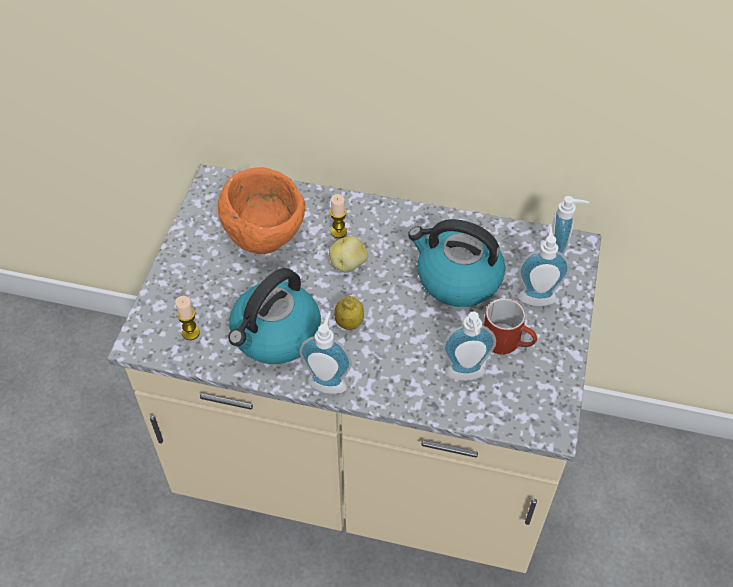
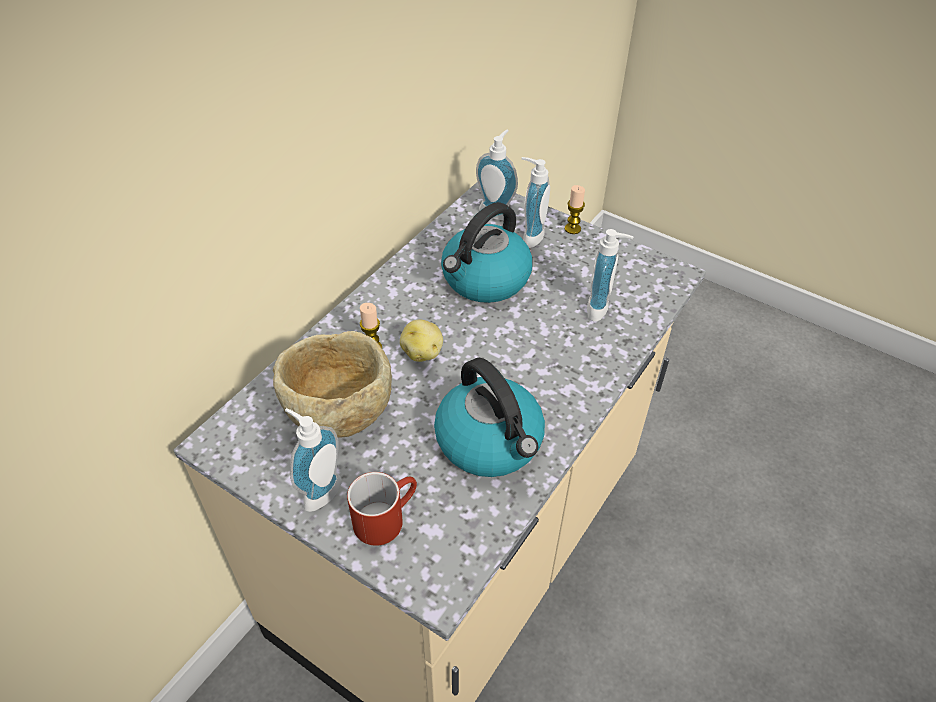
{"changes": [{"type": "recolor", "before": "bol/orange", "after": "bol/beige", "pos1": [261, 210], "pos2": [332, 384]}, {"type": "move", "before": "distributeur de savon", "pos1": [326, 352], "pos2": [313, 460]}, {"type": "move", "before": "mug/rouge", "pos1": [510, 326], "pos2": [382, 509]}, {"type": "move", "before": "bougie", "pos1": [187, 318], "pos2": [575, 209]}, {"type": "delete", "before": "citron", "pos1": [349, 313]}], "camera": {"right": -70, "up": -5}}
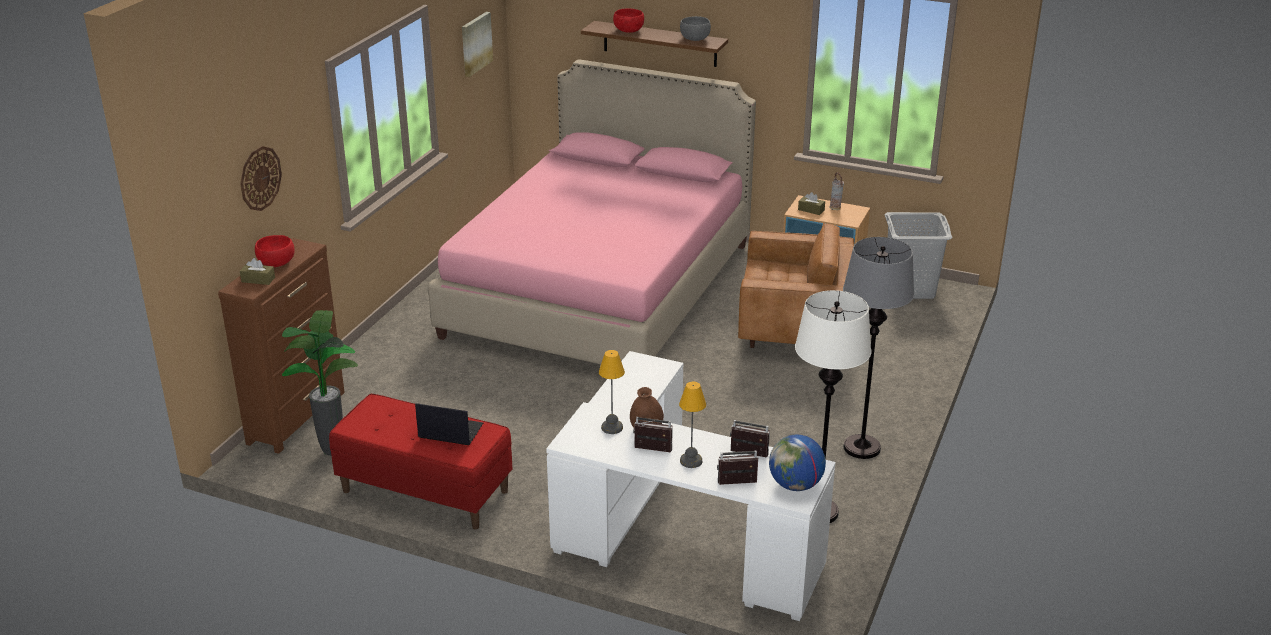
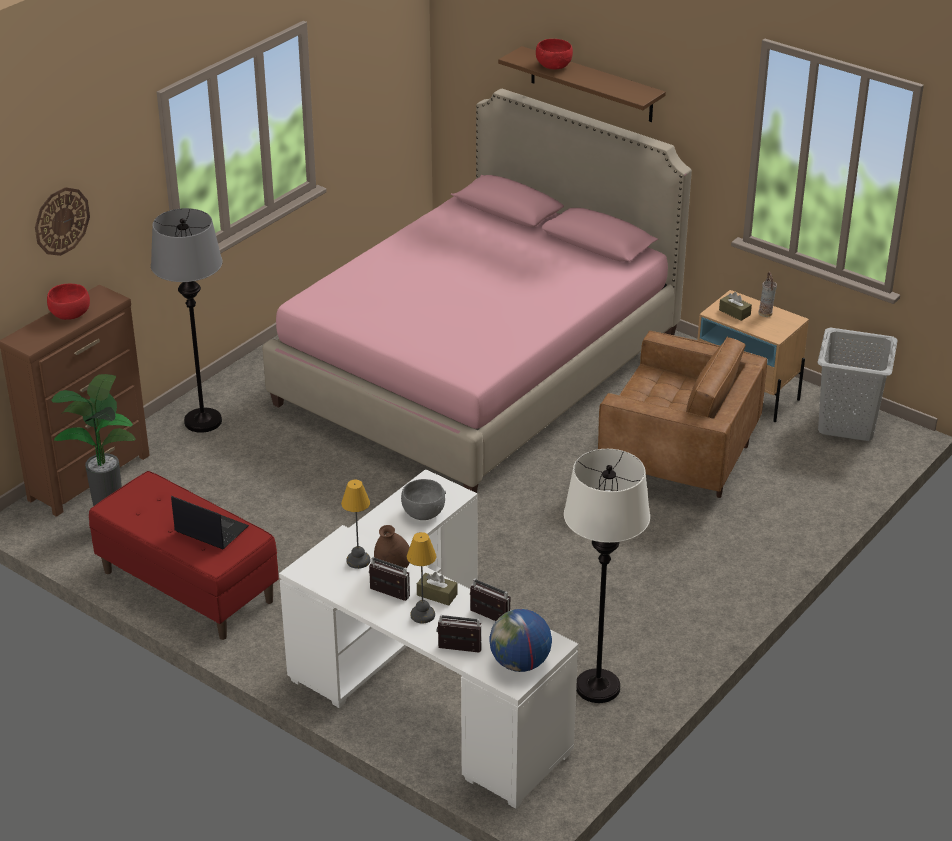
{"changes": [{"type": "move", "before": "lampadaire/gris", "pos1": [879, 348], "pos2": [186, 320]}, {"type": "move", "before": "bol/gris", "pos1": [695, 28], "pos2": [423, 499]}, {"type": "move", "before": "boîte à mouchoirs/marron", "pos1": [257, 271], "pos2": [437, 589]}, {"type": "delete", "before": "tableau", "pos1": [477, 44]}], "camera": {"right": 15, "up": 5}}
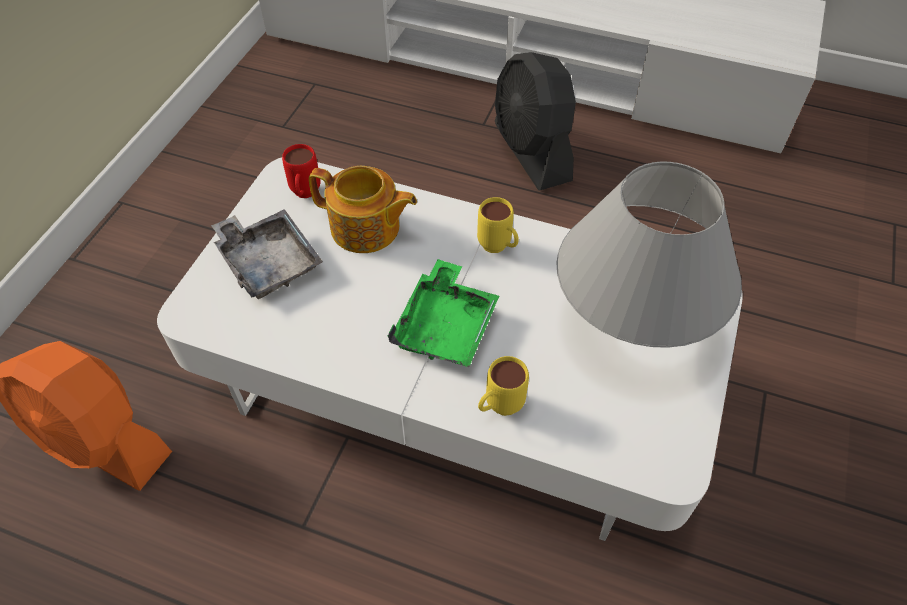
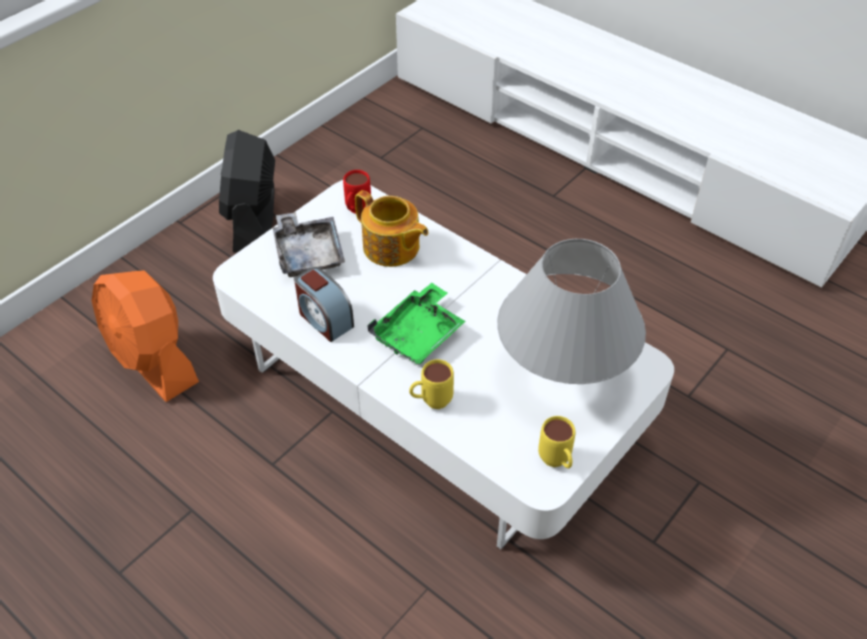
{"changes": [{"type": "move", "before": "ventilateur/noir", "pos1": [535, 121], "pos2": [247, 191]}, {"type": "insert", "after": "réveil", "pos2": [324, 304]}, {"type": "move", "before": "mug/jaune", "pos1": [498, 225], "pos2": [557, 442]}], "camera": {"right": 20, "up": -5}}
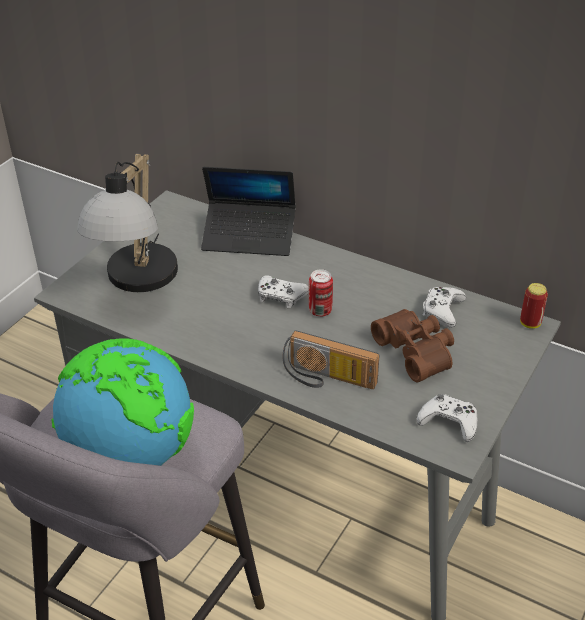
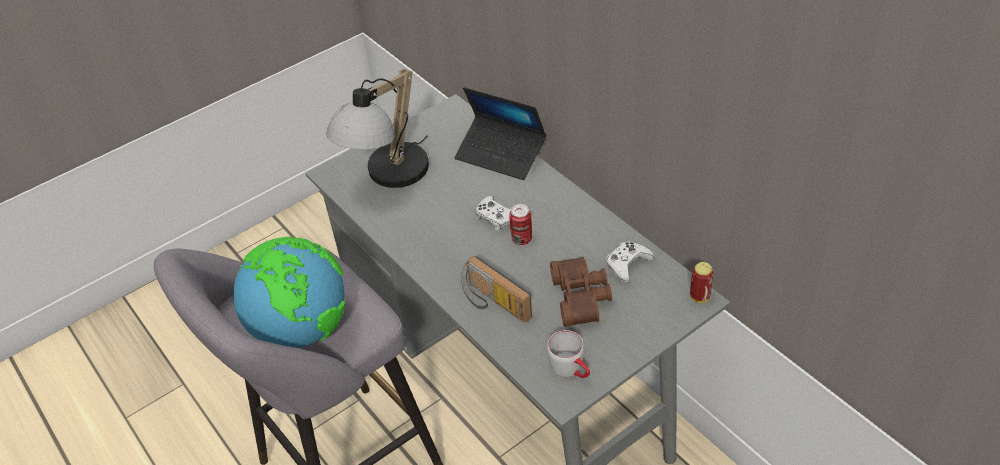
{"changes": [{"type": "replace", "before": "manette/blanc", "after": "mug/gris", "pos1": [447, 418], "pos2": [568, 354]}], "camera": {"right": 25, "up": 5}}
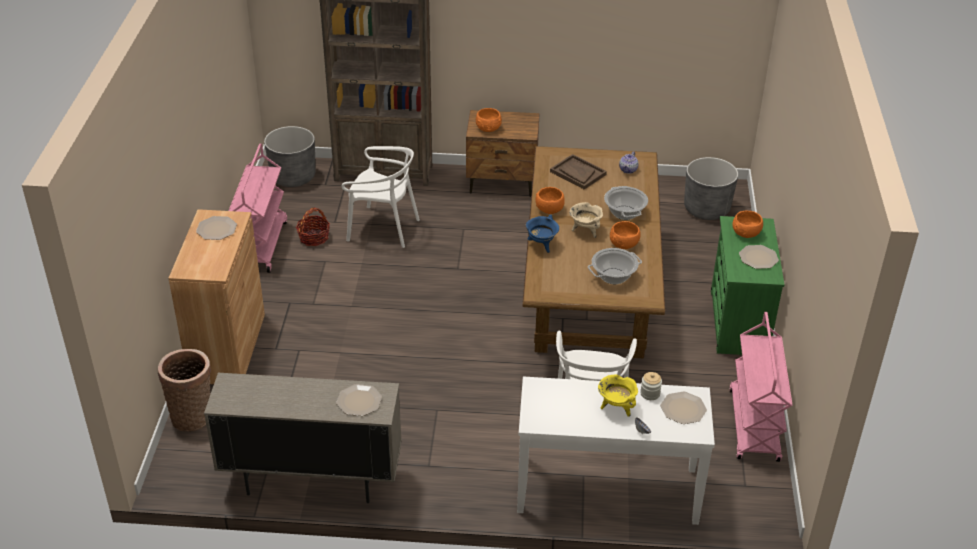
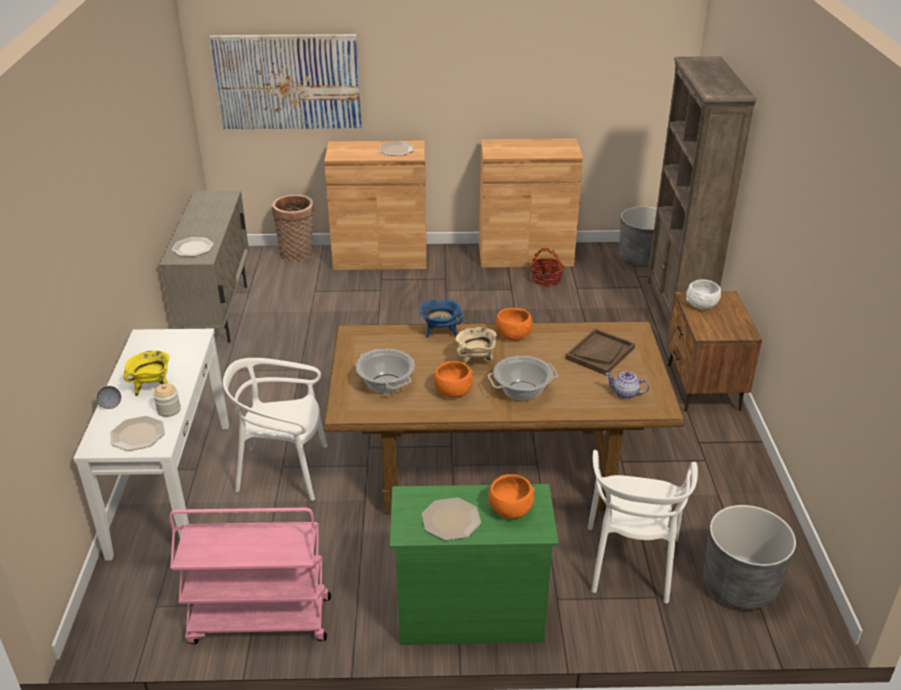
{"changes": [{"type": "insert", "after": "tableau", "pos2": [286, 81]}, {"type": "replace", "before": "chariot/rose", "after": "meuble de rangement/marron", "pos1": [258, 208], "pos2": [531, 203]}, {"type": "move", "before": "chaise/blanc", "pos1": [380, 197], "pos2": [643, 526]}, {"type": "recolor", "before": "bol/orange", "after": "bol/blanc", "pos1": [489, 120], "pos2": [703, 294]}], "camera": {"right": 85, "up": -5}}
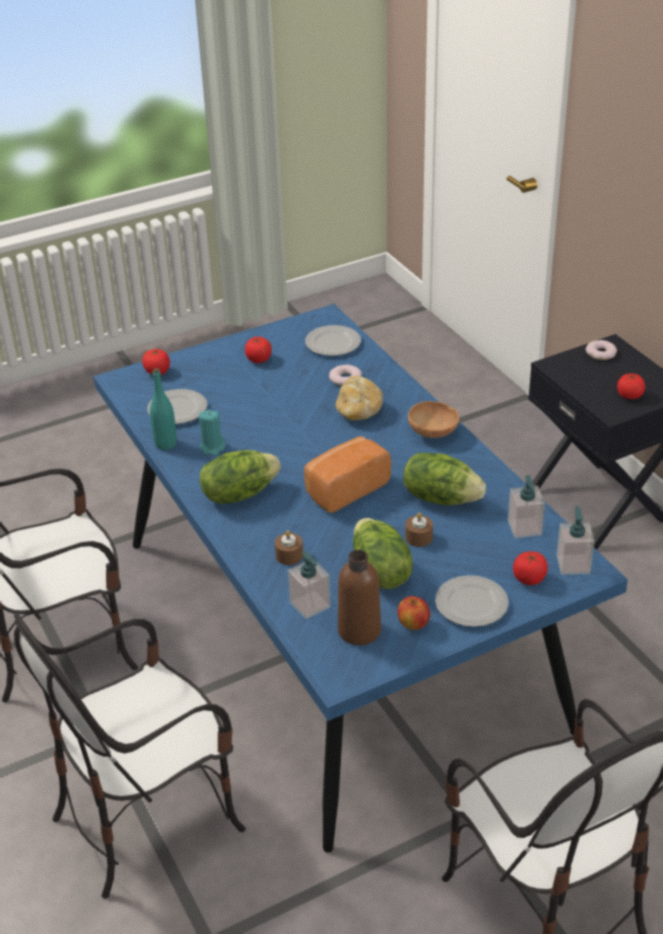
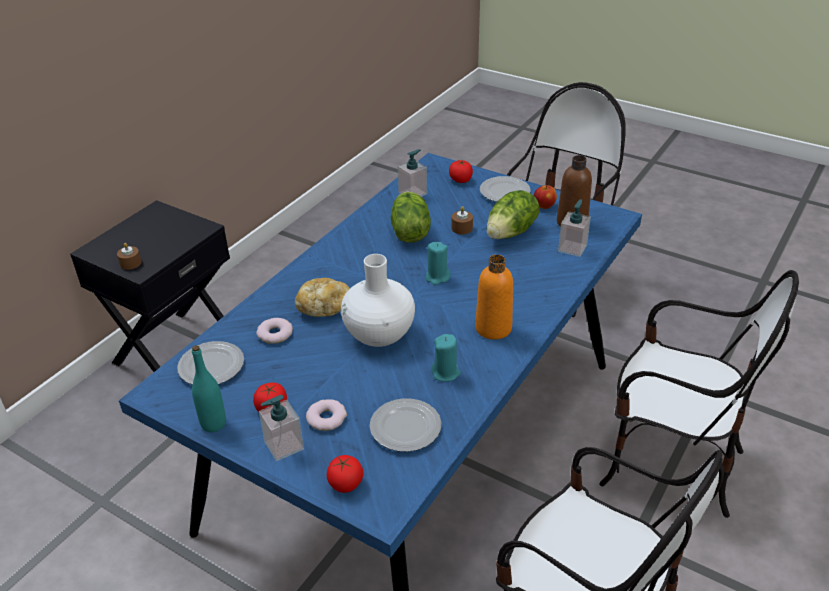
{"changes": [{"type": "move", "before": "bougie/marron", "pos1": [289, 547], "pos2": [129, 256]}, {"type": "move", "before": "bouteille/turquoise", "pos1": [163, 409], "pos2": [209, 388]}, {"type": "move", "before": "distributeur de savon", "pos1": [576, 540], "pos2": [281, 428]}, {"type": "move", "before": "beignet", "pos1": [601, 350], "pos2": [326, 415]}, {"type": "insert", "after": "vase/blanc", "pos2": [378, 300]}, {"type": "replace", "before": "pain", "after": "bougie/turquoise", "pos1": [347, 474], "pos2": [438, 263]}, {"type": "replace", "before": "laitue", "after": "bouteille/orange", "pos1": [240, 477], "pos2": [494, 297]}, {"type": "delete", "before": "bol/marron", "pos1": [433, 419]}, {"type": "delete", "before": "tomate", "pos1": [631, 386]}], "camera": {"right": -120, "up": 0}}
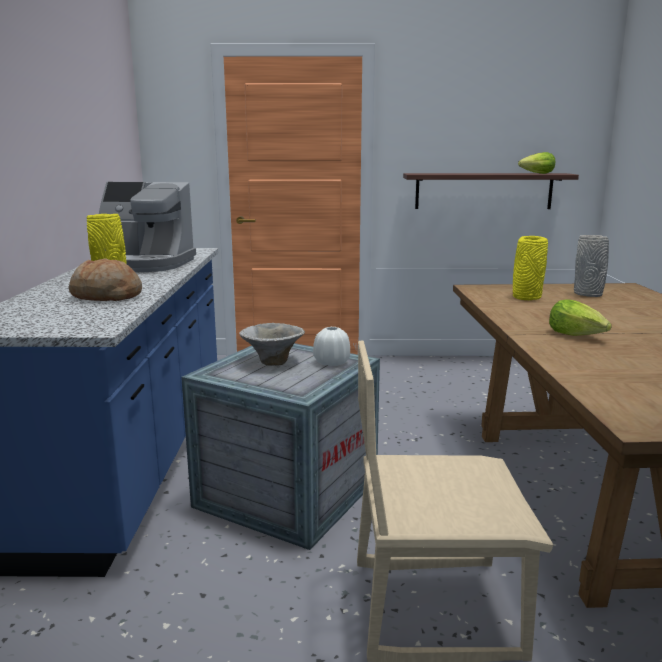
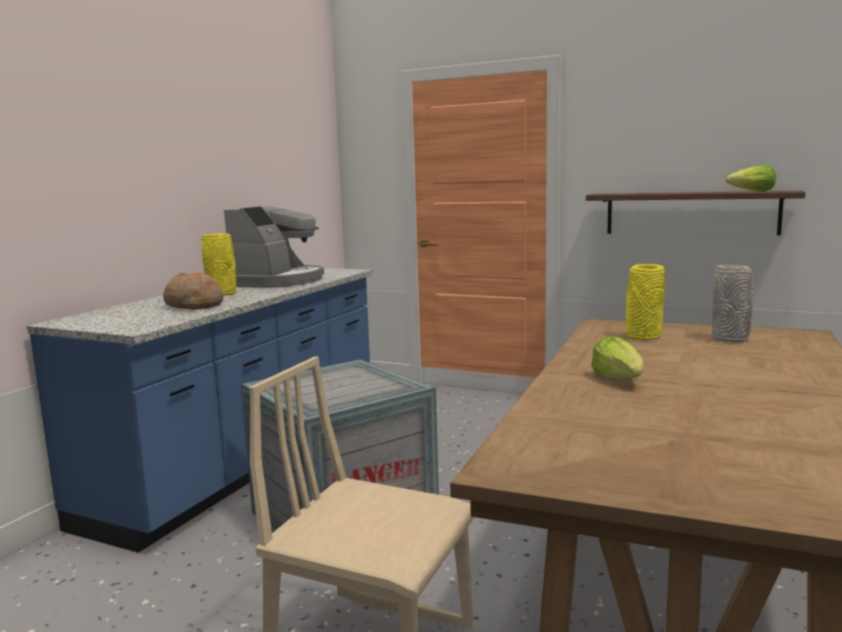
{"changes": [{"type": "rotate", "before": "machine à café", "pos1": [147, 227], "pos2": [274, 247], "turn": -105}, {"type": "delete", "before": "bol", "pos1": [272, 344]}, {"type": "delete", "before": "vase/blanc", "pos1": [331, 346]}], "camera": {"right": 25, "up": -5}}
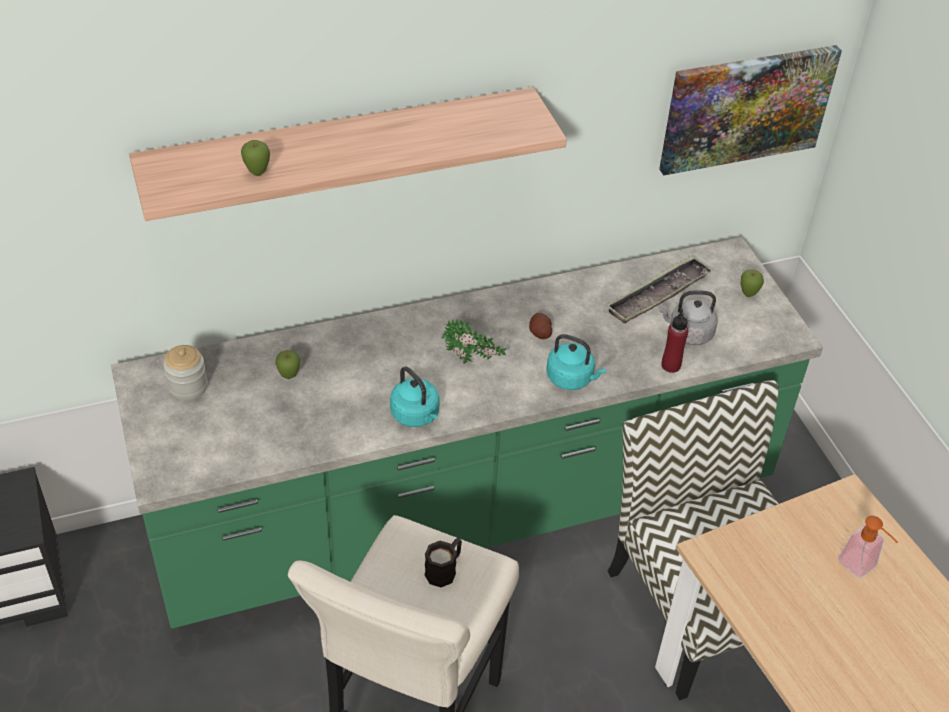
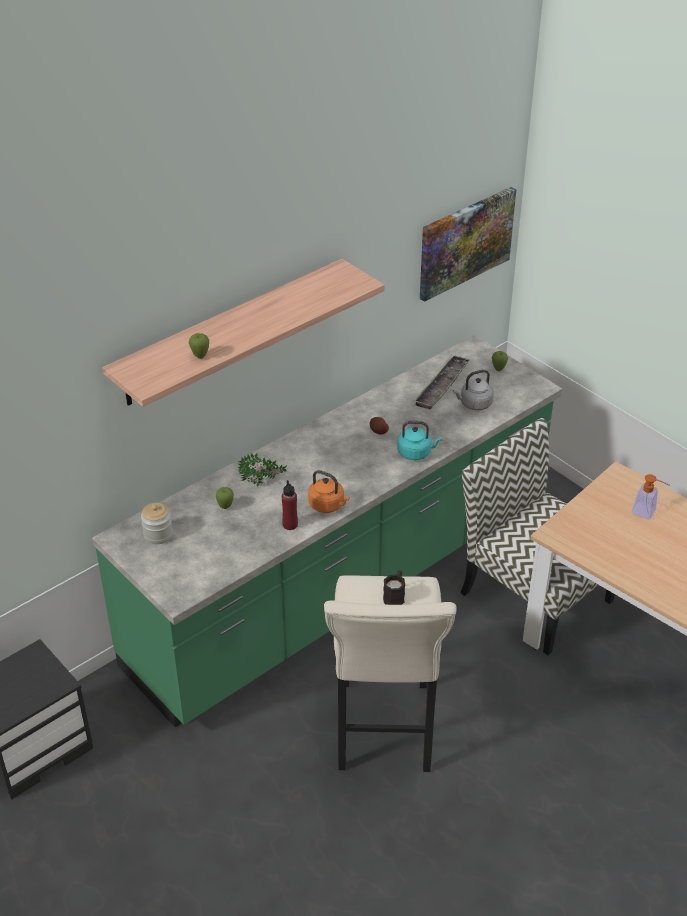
{"changes": [{"type": "move", "before": "plante en pot", "pos1": [474, 341], "pos2": [262, 469]}, {"type": "move", "before": "bouteille/rouge", "pos1": [675, 341], "pos2": [289, 505]}, {"type": "recolor", "before": "bouilloire/turquoise", "after": "bouilloire/orange", "pos1": [415, 397], "pos2": [329, 491]}], "camera": {"right": -20, "up": -5}}
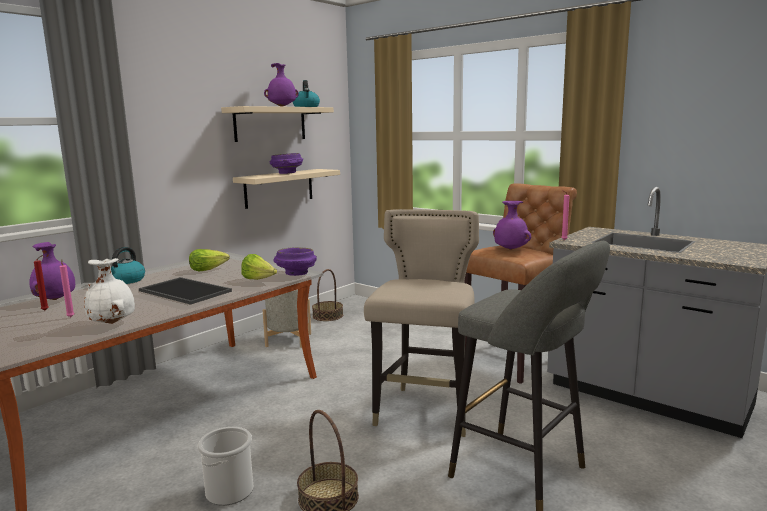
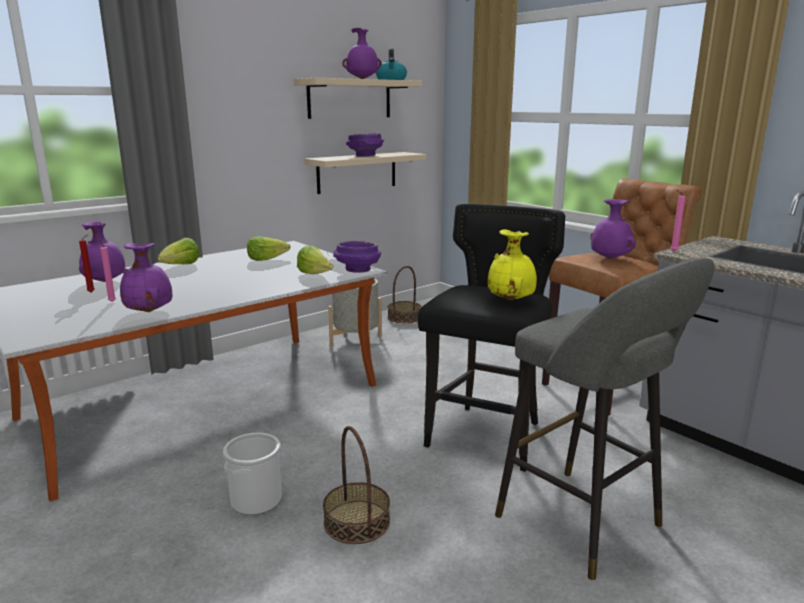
{"changes": [{"type": "recolor", "before": "vase/blanc", "after": "vase/violet", "pos1": [109, 291], "pos2": [146, 277]}, {"type": "replace", "before": "bouilloire", "after": "laitue", "pos1": [128, 265], "pos2": [178, 251]}, {"type": "recolor", "before": "tabouret/beige", "after": "tabouret/noir", "pos1": [421, 323], "pos2": [491, 338]}, {"type": "insert", "after": "vase/jaune", "pos2": [512, 264]}, {"type": "delete", "before": "plateau", "pos1": [185, 291]}], "camera": {"right": 10, "up": 5}}
